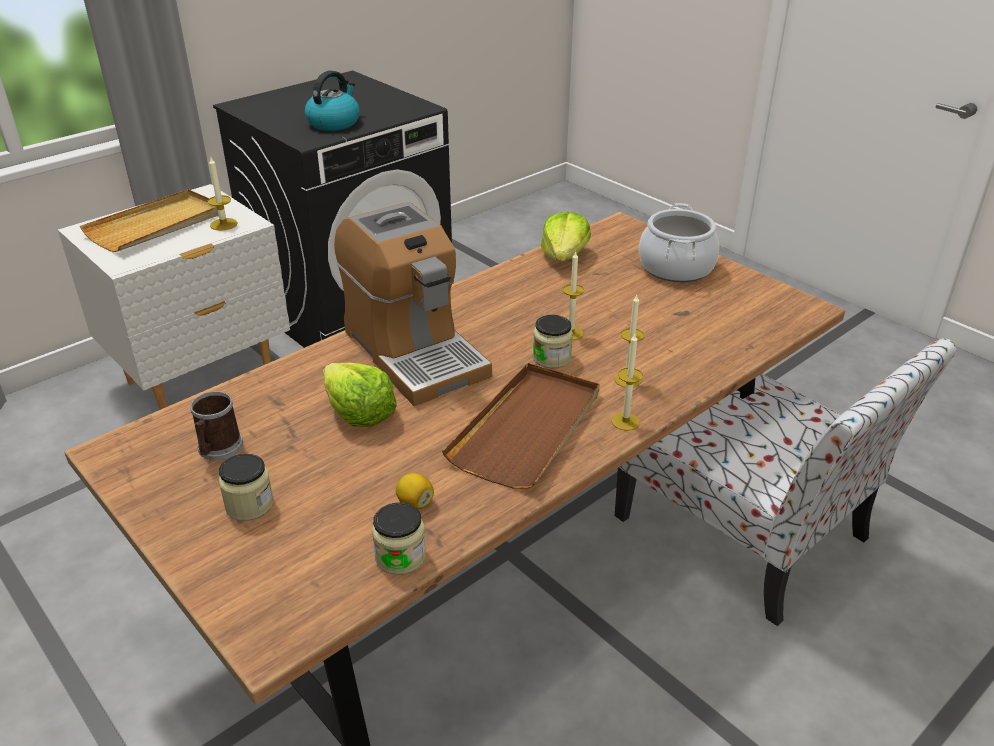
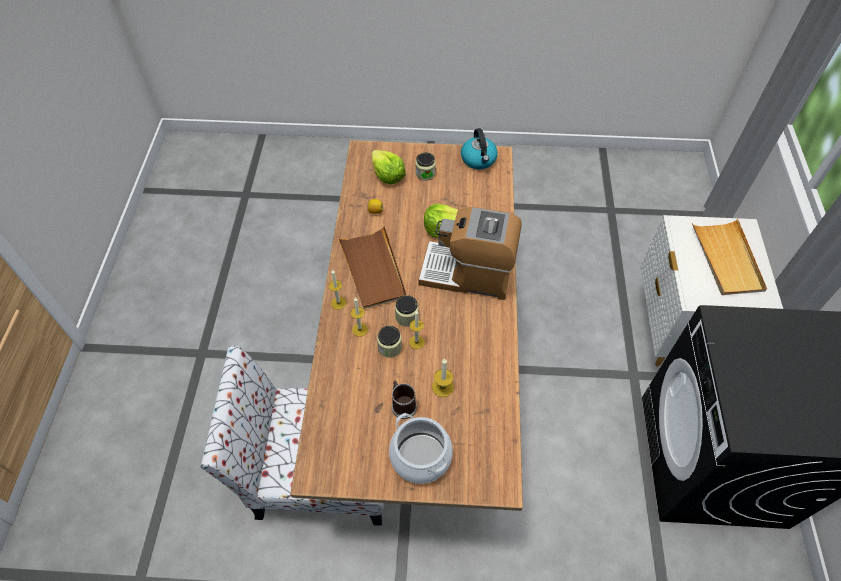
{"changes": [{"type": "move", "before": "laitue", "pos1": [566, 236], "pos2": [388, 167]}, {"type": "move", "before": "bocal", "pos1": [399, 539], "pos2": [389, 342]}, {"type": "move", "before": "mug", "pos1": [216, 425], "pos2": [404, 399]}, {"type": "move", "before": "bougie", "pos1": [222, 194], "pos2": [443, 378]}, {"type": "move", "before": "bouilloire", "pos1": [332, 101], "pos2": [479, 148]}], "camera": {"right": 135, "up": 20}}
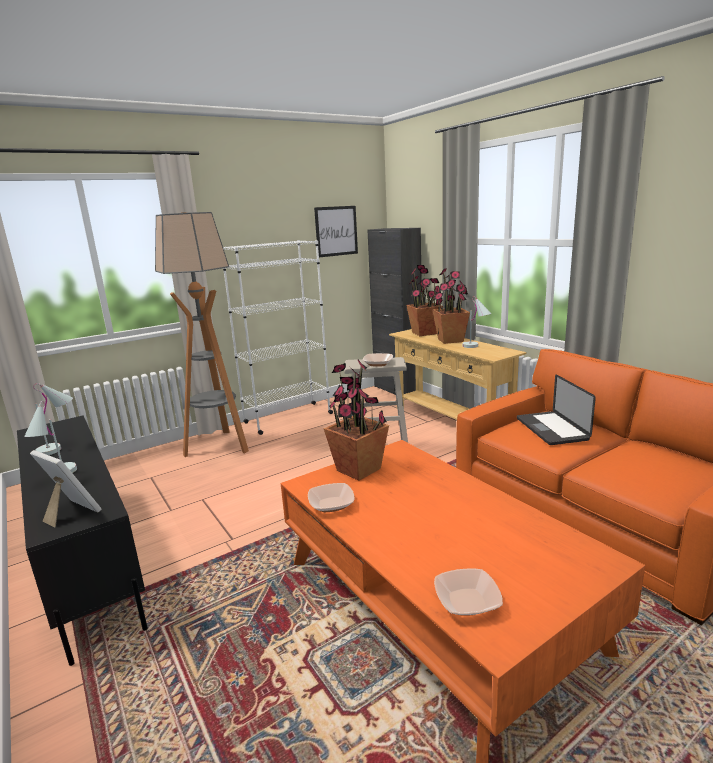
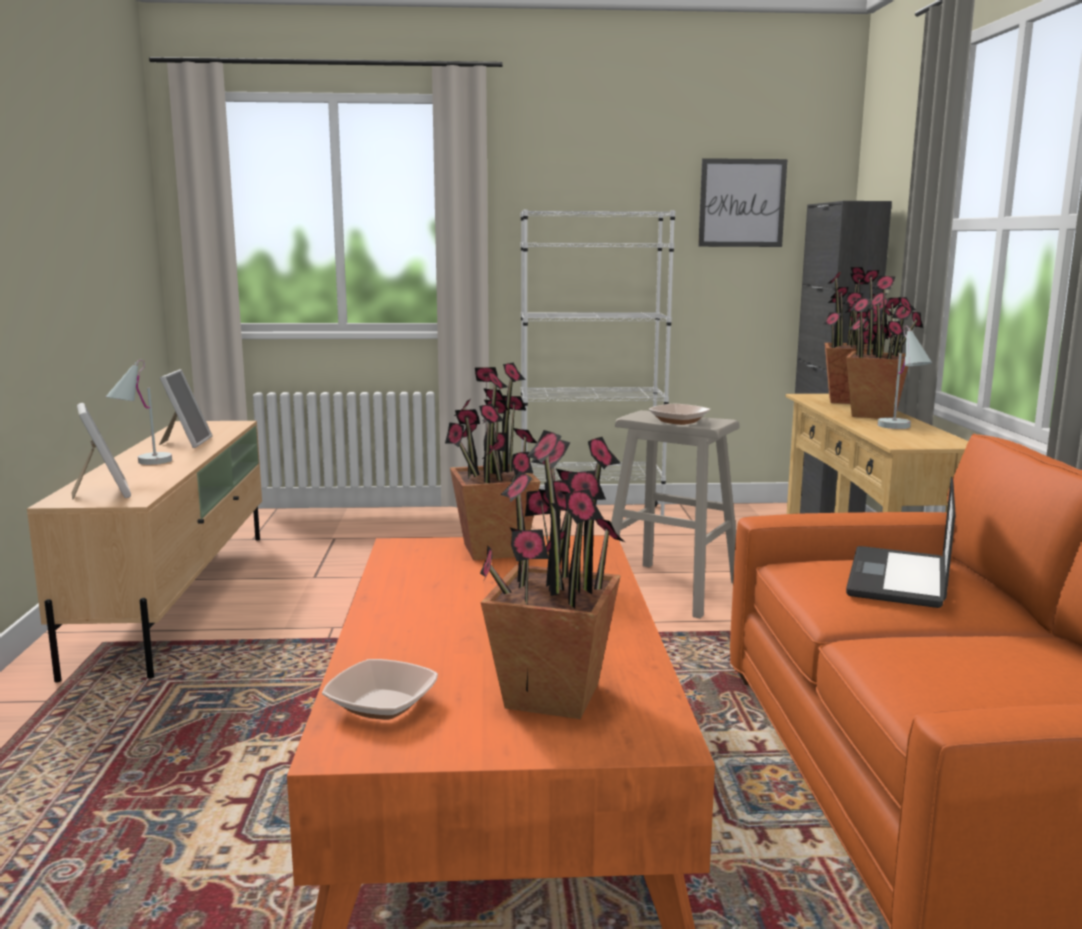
{"changes": [{"type": "recolor", "before": "meuble télé/noir", "after": "meuble télé/beige", "pos1": [82, 541], "pos2": [144, 551]}, {"type": "replace", "before": "lampe de table/blanc", "after": "cadre photo", "pos1": [53, 419], "pos2": [185, 408]}, {"type": "insert", "after": "plante en pot", "pos2": [552, 574]}, {"type": "delete", "before": "lampadaire", "pos1": [202, 334]}, {"type": "delete", "before": "bol", "pos1": [331, 497]}], "camera": {"right": 30, "up": -5}}
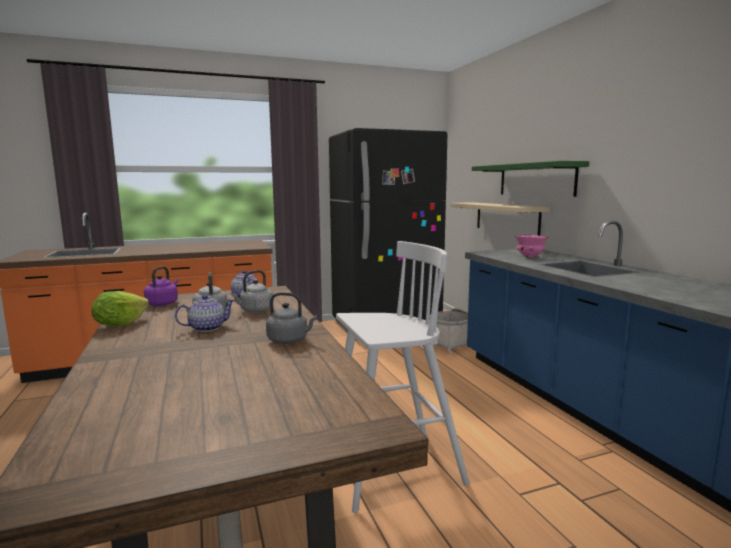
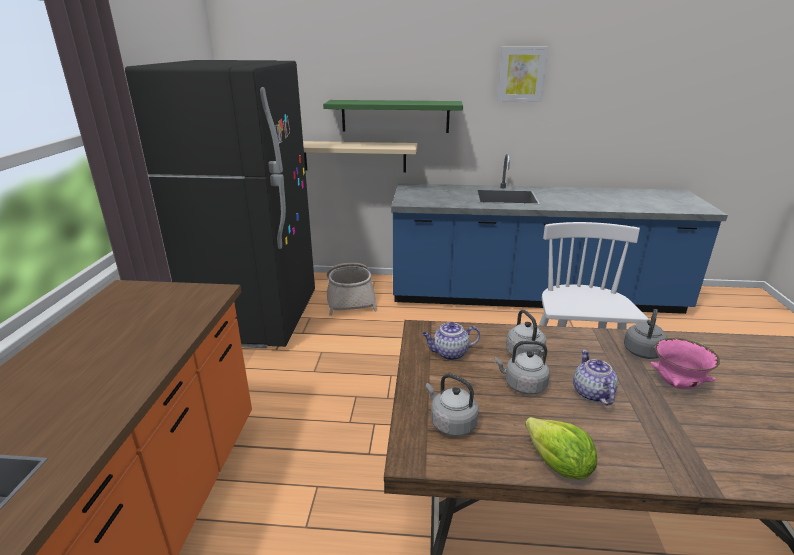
{"changes": [{"type": "recolor", "before": "bouilloire/violet", "after": "bouilloire/gris", "pos1": [161, 286], "pos2": [452, 405]}, {"type": "insert", "after": "tableau", "pos2": [522, 74]}, {"type": "move", "before": "bol/rose", "pos1": [532, 246], "pos2": [685, 364]}], "camera": {"right": -65, "up": 15}}
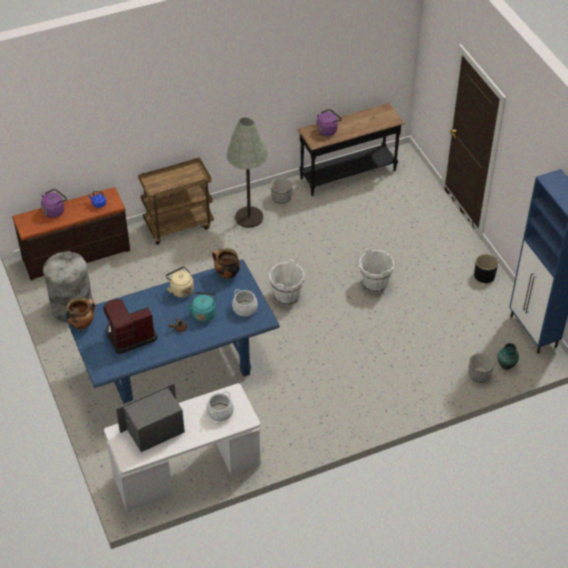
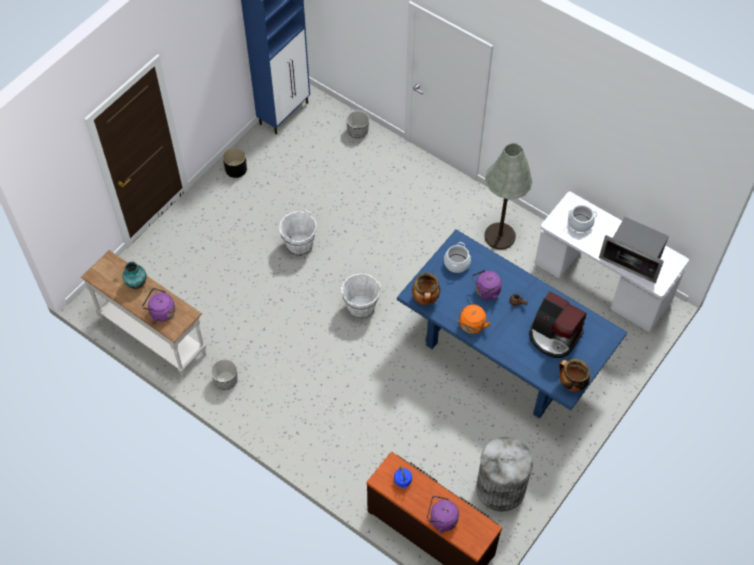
{"changes": [{"type": "recolor", "before": "table console/noir", "after": "table console/blanc", "pos1": [351, 149], "pos2": [143, 314]}, {"type": "move", "before": "vase", "pos1": [508, 356], "pos2": [134, 275]}, {"type": "recolor", "before": "bouilloire/beige", "after": "bouilloire/orange", "pos1": [180, 282], "pos2": [474, 319]}, {"type": "recolor", "before": "bouilloire/turquoise", "after": "bouilloire/violet", "pos1": [201, 307], "pos2": [487, 285]}, {"type": "move", "before": "lampadaire/gris", "pos1": [247, 172], "pos2": [508, 196]}, {"type": "delete", "before": "chariot/marron", "pos1": [176, 201]}], "camera": {"right": -120, "up": 10}}
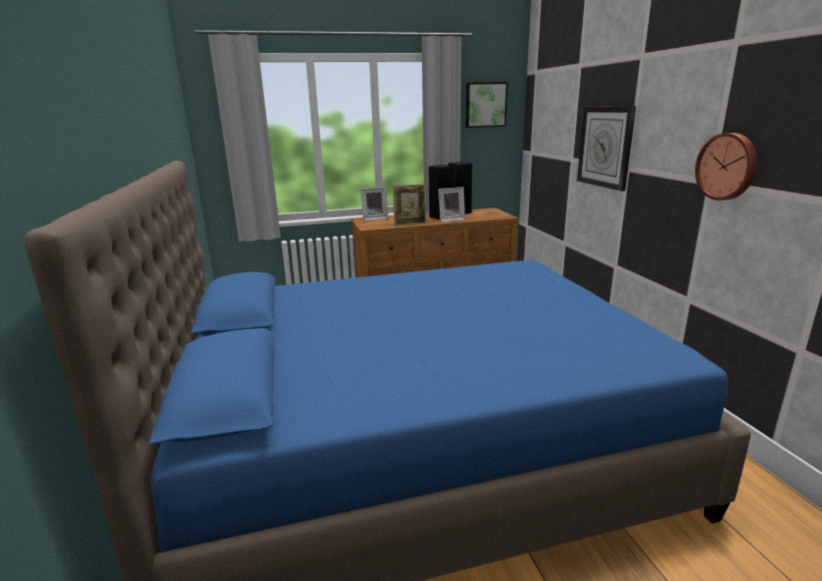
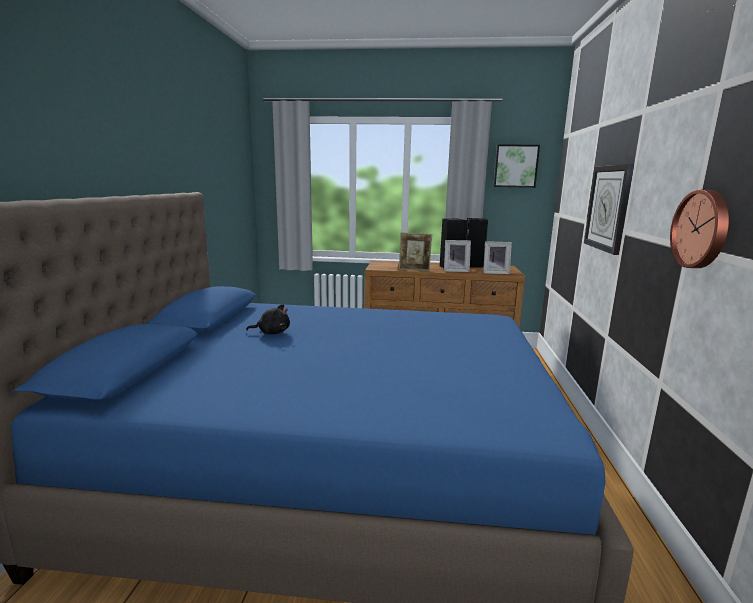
{"changes": [{"type": "insert", "after": "peluche/noir", "pos2": [268, 319]}, {"type": "move", "before": "cadre photo", "pos1": [374, 204], "pos2": [497, 257]}], "camera": {"right": 20, "up": -5}}
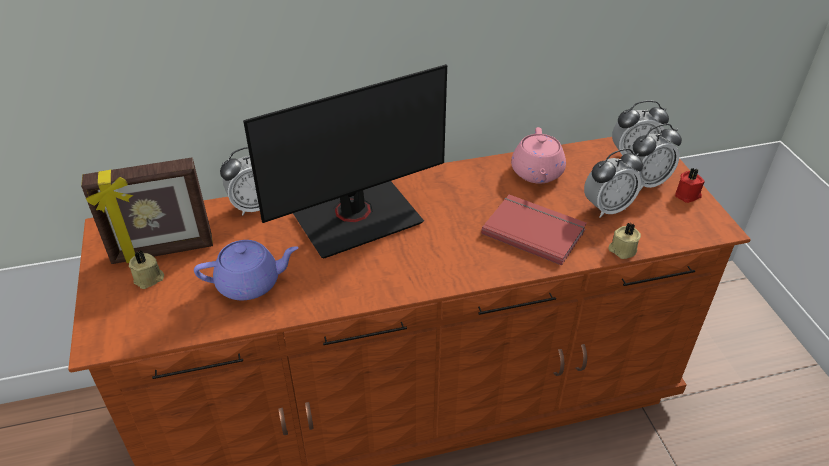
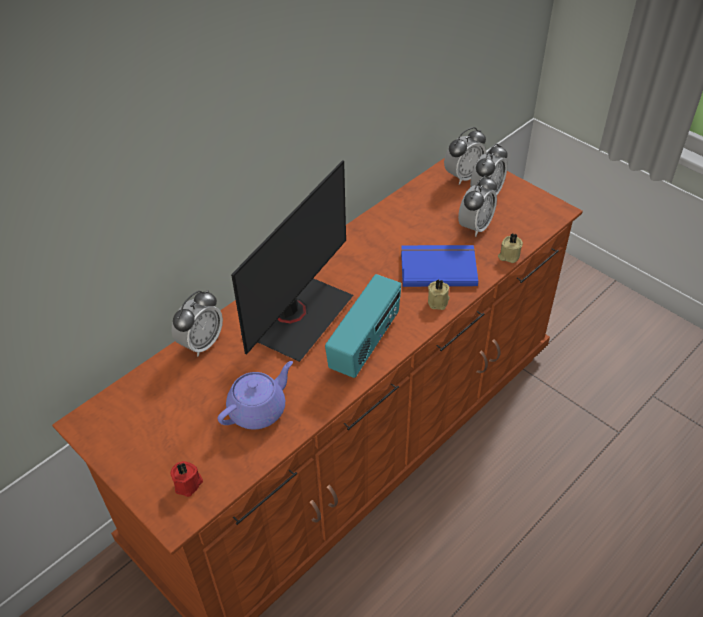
{"changes": [{"type": "move", "before": "bougie/rouge", "pos1": [690, 185], "pos2": [187, 479]}, {"type": "insert", "after": "radio", "pos2": [363, 326]}, {"type": "recolor", "before": "livre/rouge", "after": "livre/bleu", "pos1": [534, 229], "pos2": [439, 266]}, {"type": "move", "before": "bougie/beige", "pos1": [146, 269], "pos2": [438, 294]}, {"type": "delete", "before": "cadre photo", "pos1": [147, 210]}, {"type": "delete", "before": "théière/rose", "pos1": [538, 155]}], "camera": {"right": -30, "up": 5}}
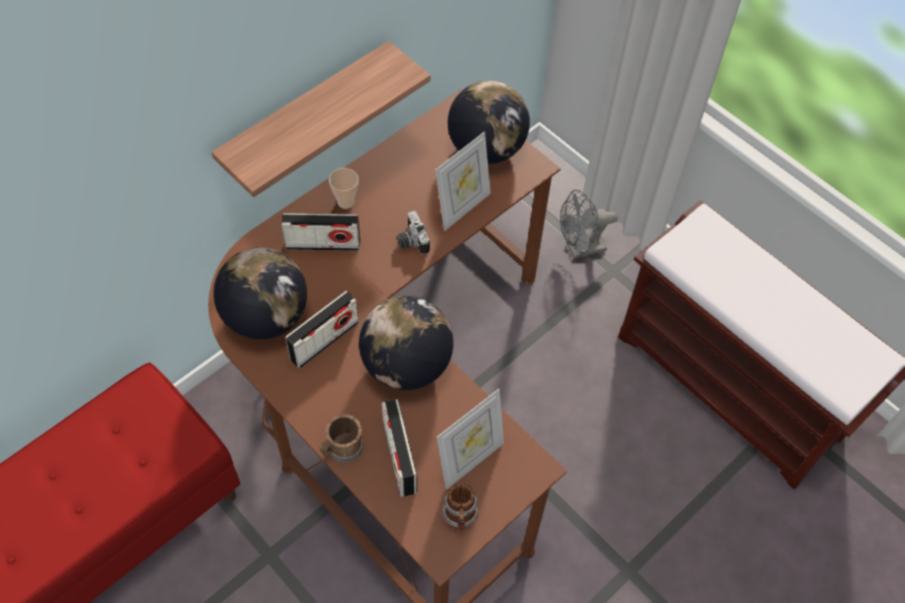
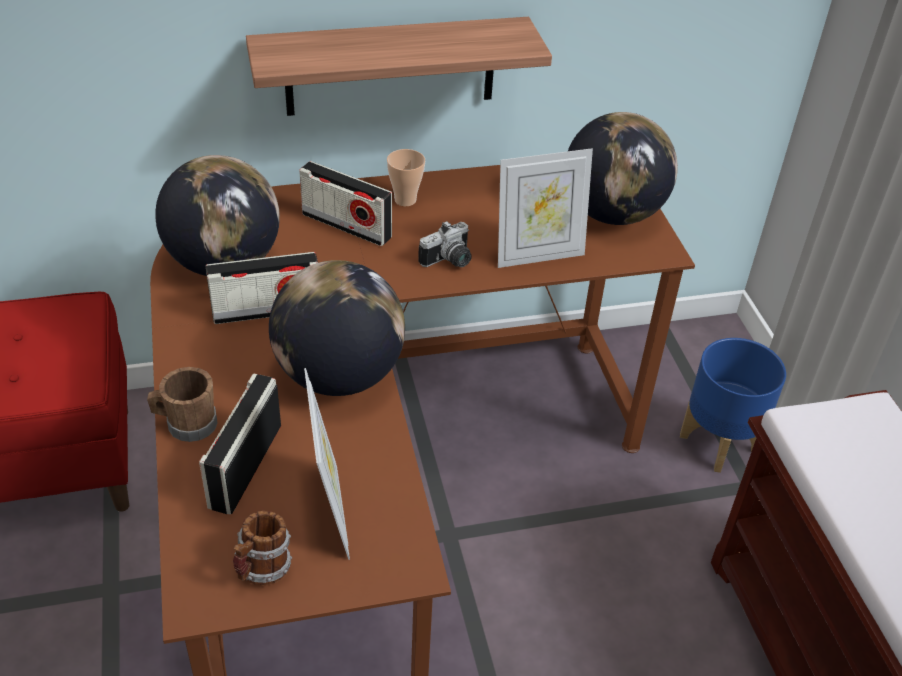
{"changes": [{"type": "rotate", "before": "cadre photo", "pos1": [470, 439], "pos2": [327, 464], "turn": -90}, {"type": "rotate", "before": "appareil photo", "pos1": [413, 232], "pos2": [445, 244], "turn": -135}, {"type": "replace", "before": "ventilateur/gris", "after": "cache-pot/bleu", "pos1": [589, 224], "pos2": [733, 405]}], "camera": {"right": 30, "up": -15}}
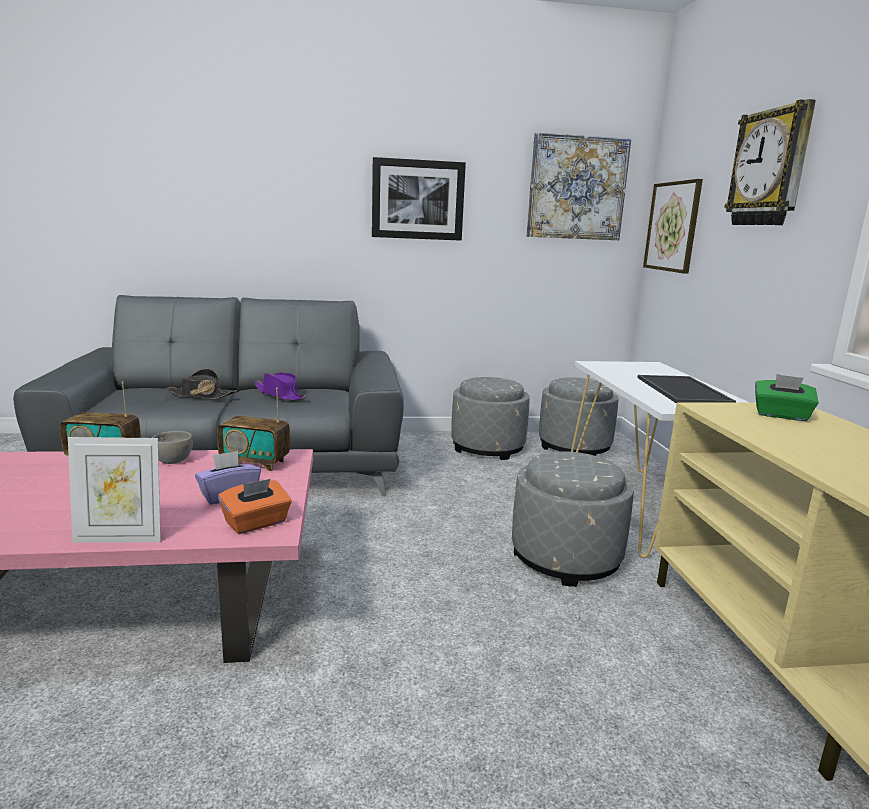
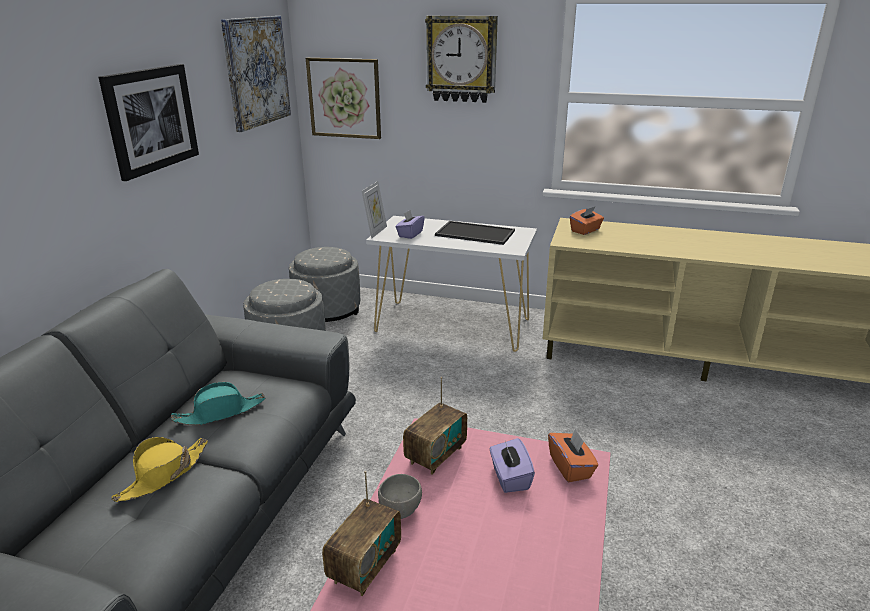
{"changes": [{"type": "recolor", "before": "chapeau/noir", "after": "chapeau/jaune", "pos1": [202, 384], "pos2": [160, 469]}, {"type": "recolor", "before": "chapeau/violet", "after": "chapeau/turquoise", "pos1": [280, 386], "pos2": [218, 403]}, {"type": "move", "before": "cadre photo", "pos1": [114, 490], "pos2": [374, 210]}, {"type": "insert", "after": "boîte à mouchoirs/violet", "pos2": [410, 224]}, {"type": "recolor", "before": "boîte à mouchoirs/vert", "after": "boîte à mouchoirs/orange", "pos1": [786, 397], "pos2": [587, 220]}, {"type": "delete", "before": "pouf/gris", "pos1": [573, 519]}], "camera": {"right": -65, "up": 10}}
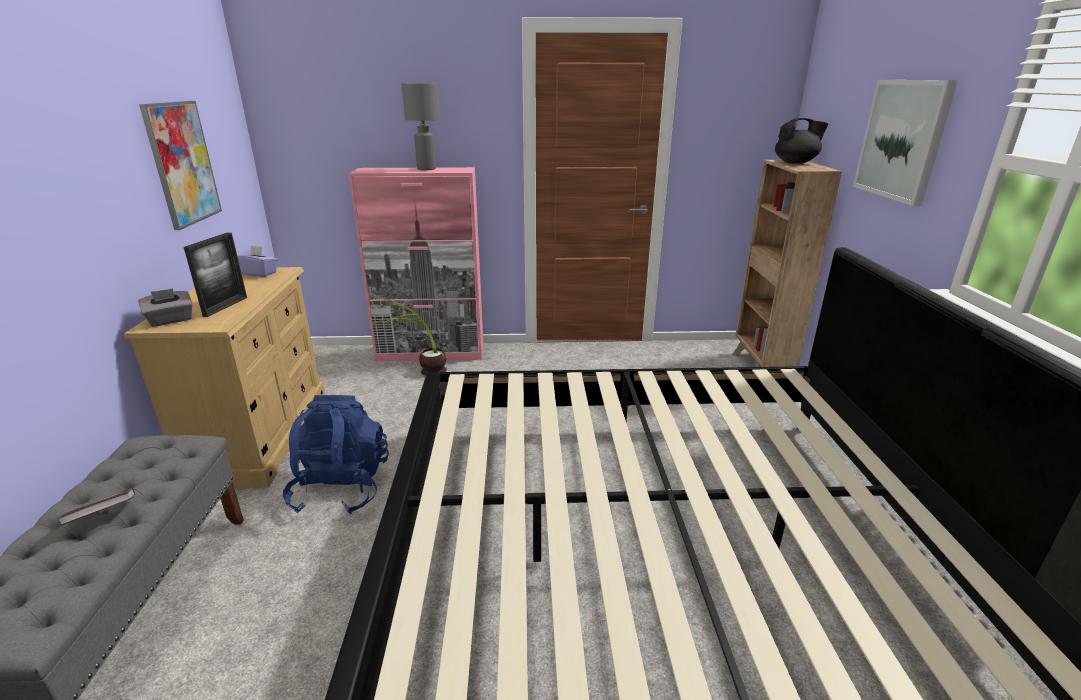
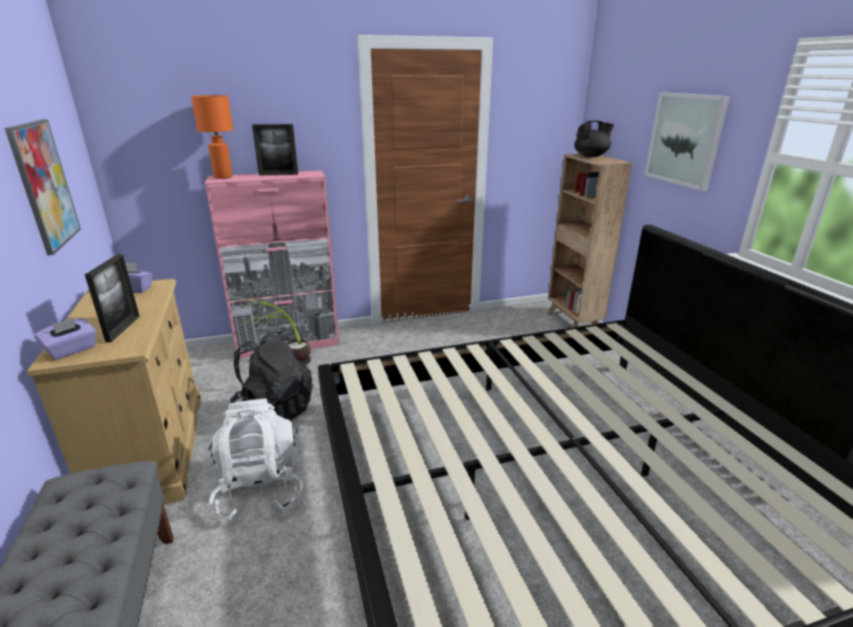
{"changes": [{"type": "recolor", "before": "boîte à mouchoirs/gris", "after": "boîte à mouchoirs/violet", "pos1": [165, 307], "pos2": [65, 339]}, {"type": "insert", "after": "lampe de table/orange", "pos2": [212, 137]}, {"type": "recolor", "before": "sac à dos/bleu", "after": "sac à dos/blanc", "pos1": [336, 454], "pos2": [255, 459]}, {"type": "insert", "after": "sac à dos/noir", "pos2": [271, 377]}, {"type": "replace", "before": "lampe de table/gris", "after": "cadre photo", "pos1": [420, 126], "pos2": [275, 149]}, {"type": "delete", "before": "livre", "pos1": [96, 506]}], "camera": {"right": -15, "up": 0}}
